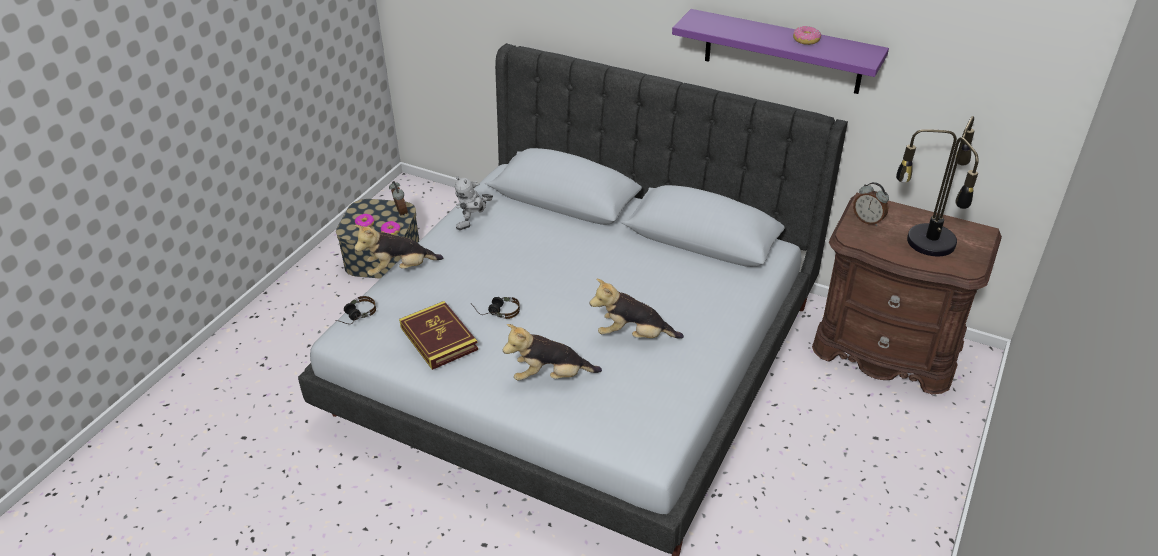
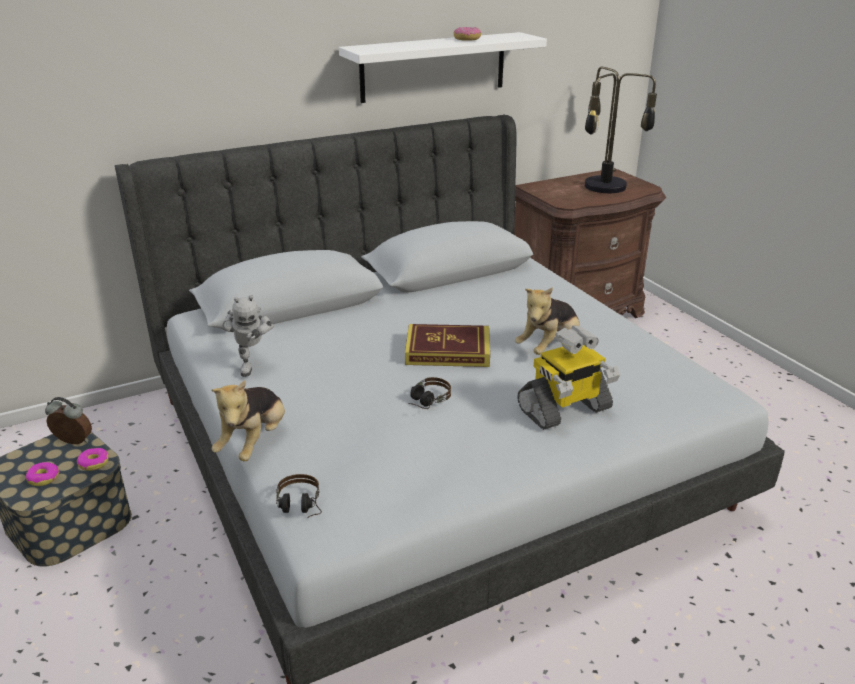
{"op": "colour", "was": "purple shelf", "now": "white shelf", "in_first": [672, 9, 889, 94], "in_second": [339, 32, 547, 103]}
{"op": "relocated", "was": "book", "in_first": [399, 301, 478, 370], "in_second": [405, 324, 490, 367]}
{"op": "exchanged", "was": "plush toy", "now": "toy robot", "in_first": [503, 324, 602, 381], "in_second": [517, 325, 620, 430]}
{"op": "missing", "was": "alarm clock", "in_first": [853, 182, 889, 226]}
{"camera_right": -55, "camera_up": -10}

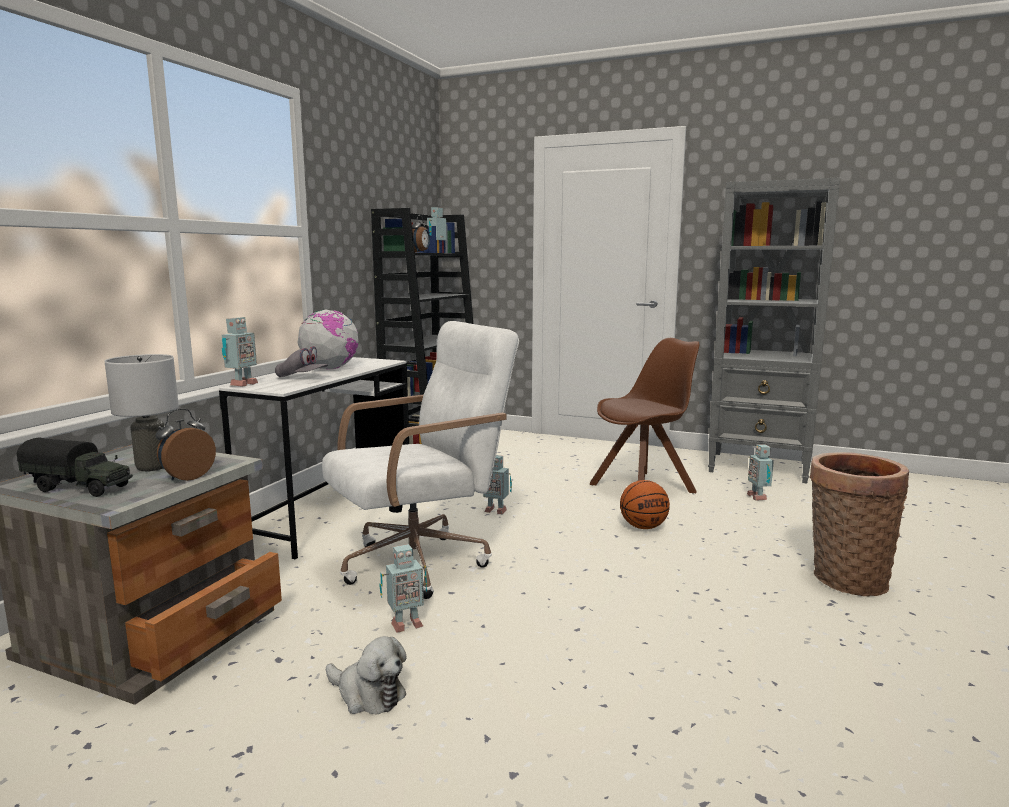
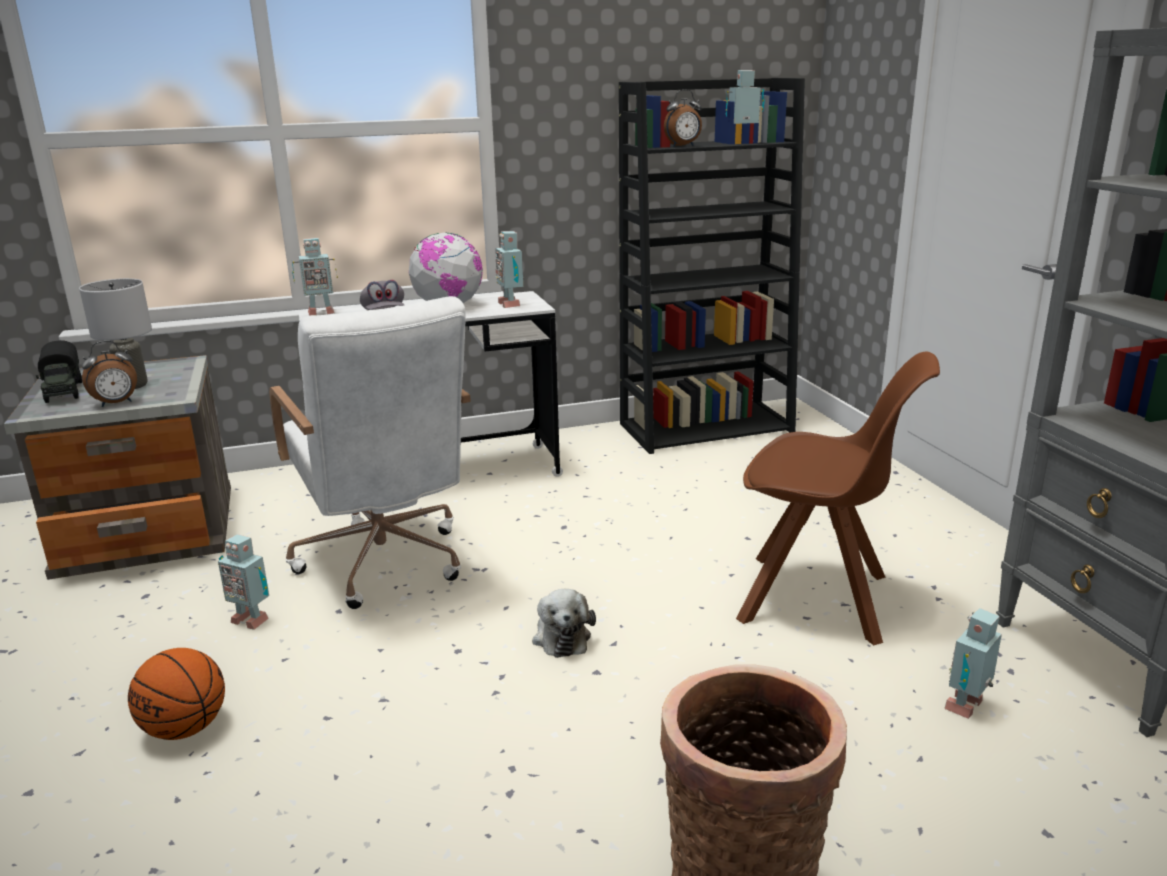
{"op": "spun", "was": "alarm clock", "in_first": [156, 409, 216, 481], "in_second": [82, 341, 137, 407], "clockwise": 150}
{"op": "relocated", "was": "basketball", "in_first": [620, 480, 670, 529], "in_second": [128, 648, 225, 740]}
{"op": "spun", "was": "white office chair", "in_first": [322, 321, 519, 599], "in_second": [269, 296, 471, 609], "clockwise": 45}
{"op": "relocated", "was": "toy robot", "in_first": [483, 455, 512, 514], "in_second": [495, 231, 524, 308]}
{"op": "relocated", "was": "plush toy", "in_first": [326, 636, 407, 715], "in_second": [532, 589, 596, 658]}
{"camera_right": 50, "camera_up": 10}

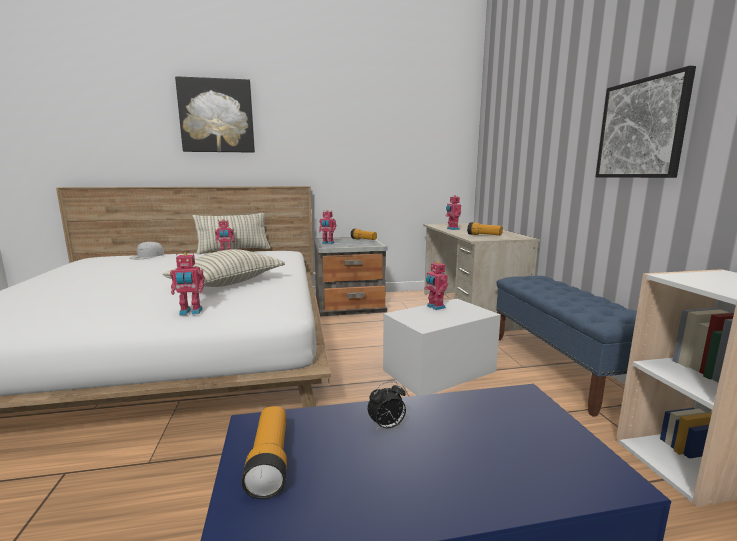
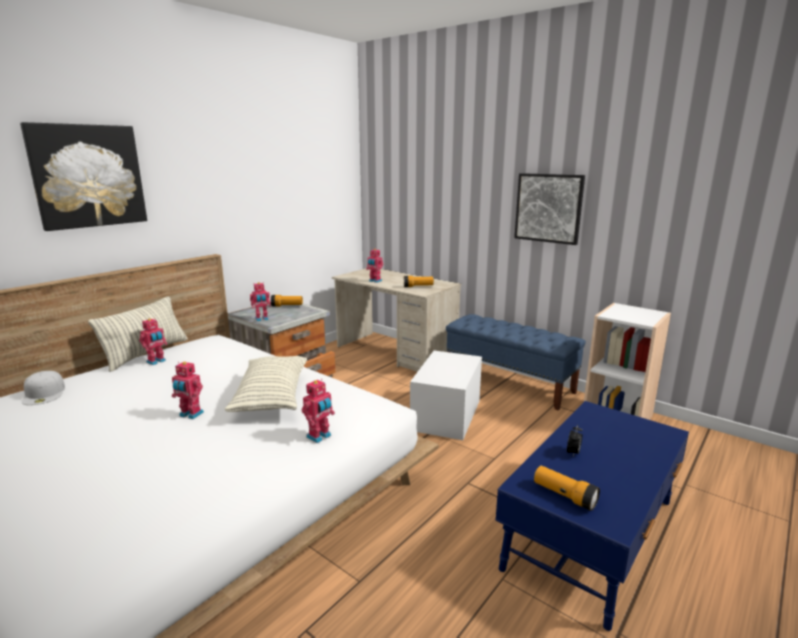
{"op": "relocated", "was": "toy robot", "in_first": [424, 261, 448, 310], "in_second": [172, 361, 204, 419]}
{"camera_right": -40, "camera_up": 5}

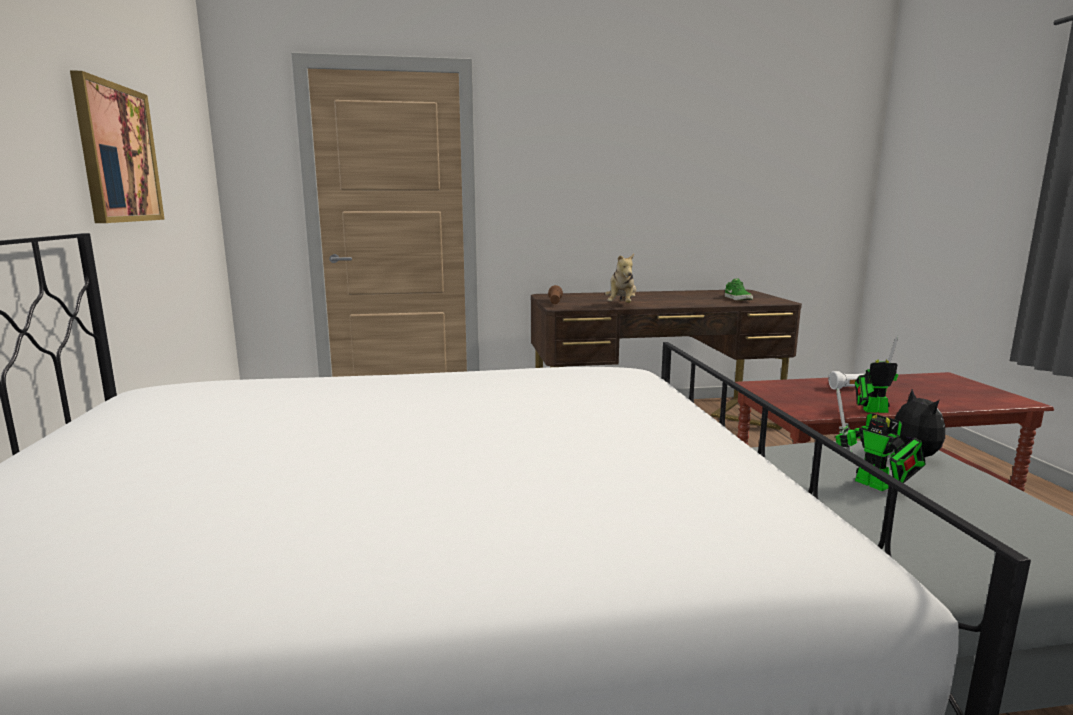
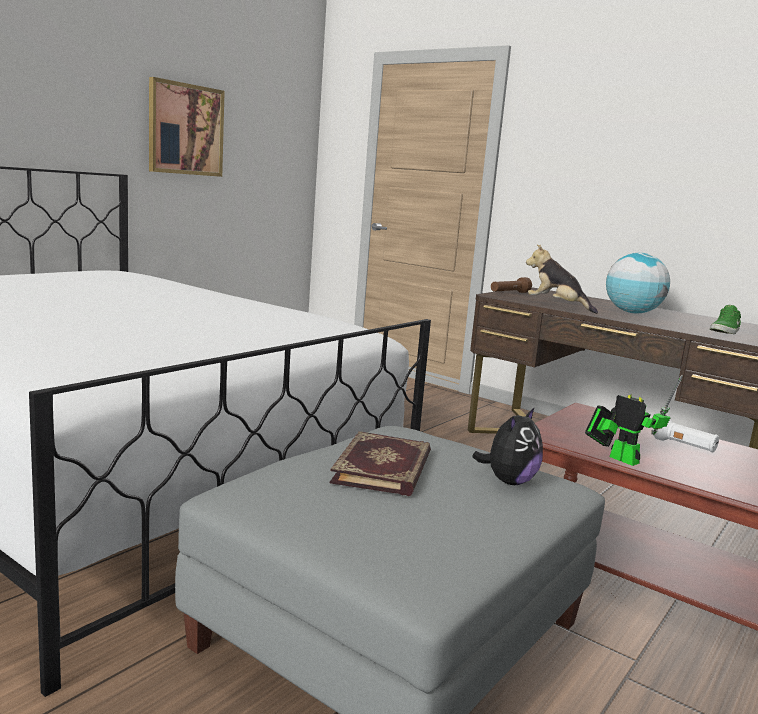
{"op": "exchanged", "was": "toy robot", "now": "book", "in_first": [835, 387, 926, 491], "in_second": [330, 431, 431, 496]}
{"op": "spun", "was": "plush toy", "in_first": [605, 254, 636, 303], "in_second": [526, 244, 598, 314], "clockwise": 75}
{"op": "appeared", "now": "globe", "in_second": [606, 253, 670, 314]}
{"camera_right": 45, "camera_up": 0}

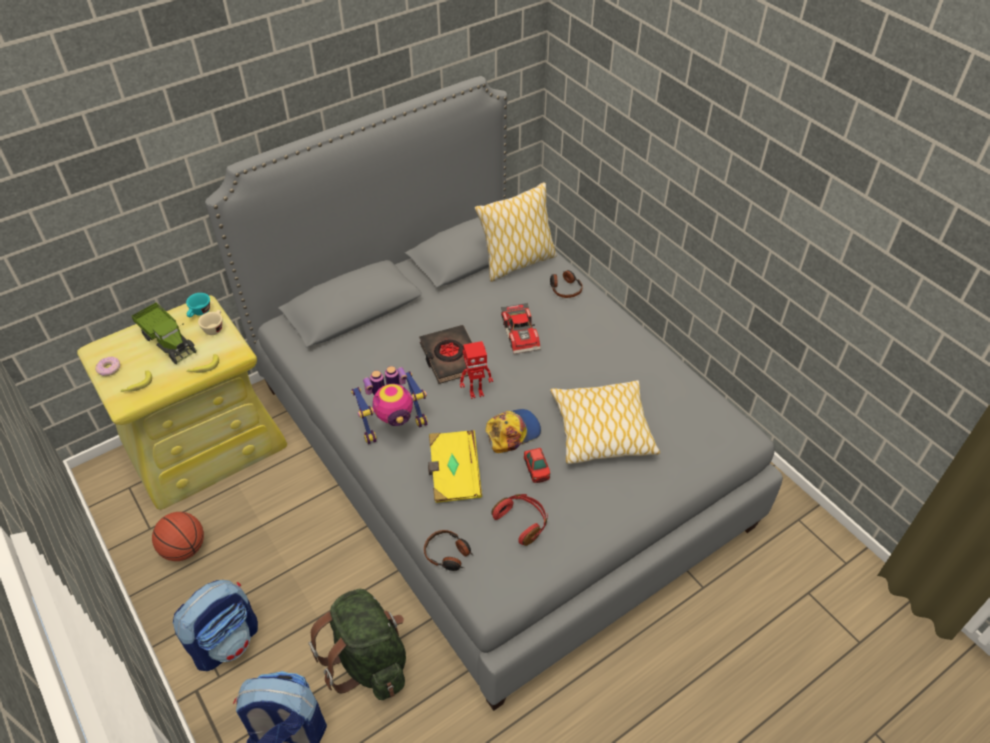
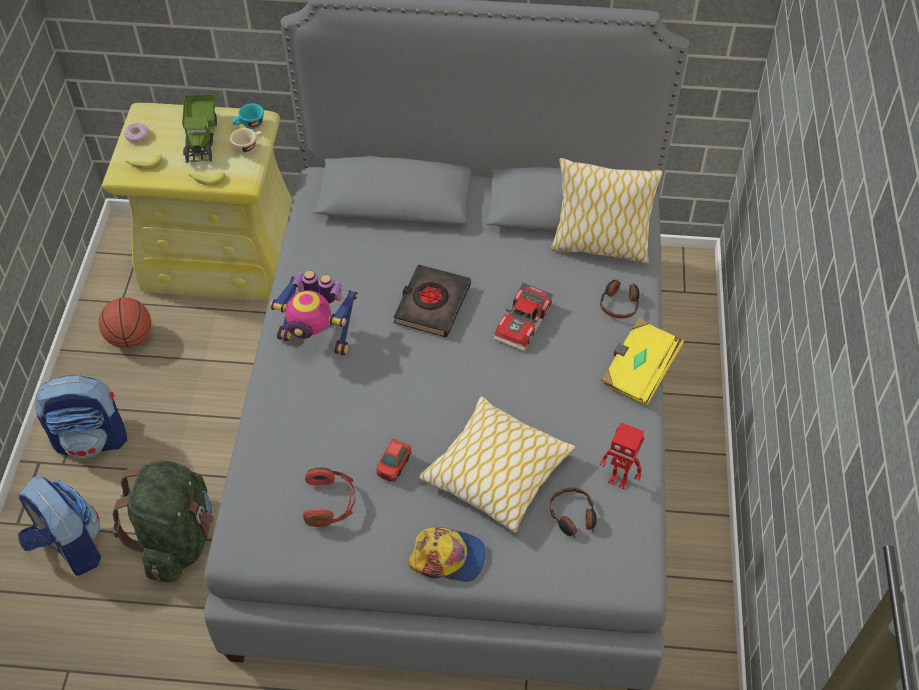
{"op": "relocated", "was": "cap", "in_first": [485, 409, 541, 453], "in_second": [408, 527, 486, 582]}
{"op": "relocated", "was": "headphones", "in_first": [424, 530, 473, 571], "in_second": [549, 487, 597, 538]}
{"op": "relocated", "was": "toy robot", "in_first": [460, 341, 493, 399], "in_second": [600, 422, 644, 489]}
{"op": "relocated", "was": "yellow book", "in_first": [428, 430, 482, 503], "in_second": [601, 318, 684, 406]}
{"camera_right": 40, "camera_up": 5}

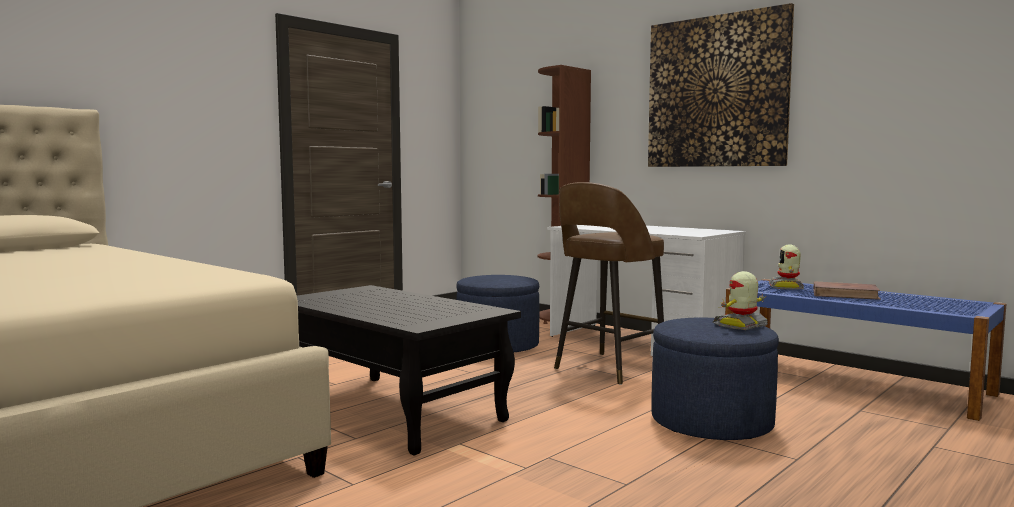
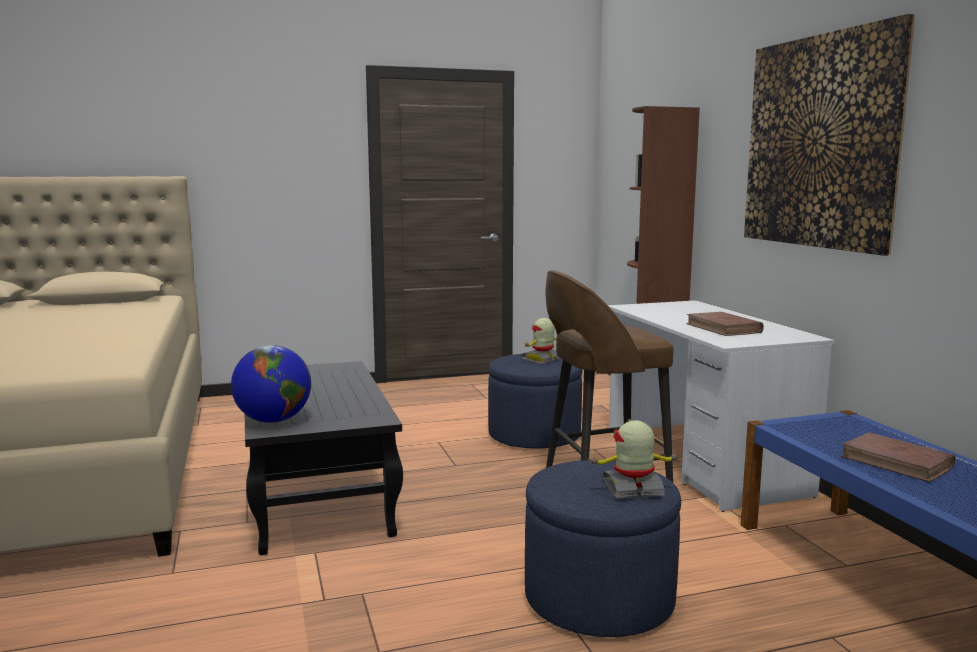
{"op": "appeared", "now": "globe", "in_second": [231, 345, 311, 423]}
{"op": "relocated", "was": "toy robot", "in_first": [769, 245, 804, 290], "in_second": [521, 318, 561, 364]}
{"op": "appeared", "now": "brown book", "in_second": [686, 312, 764, 336]}
{"camera_right": 30, "camera_up": 5}

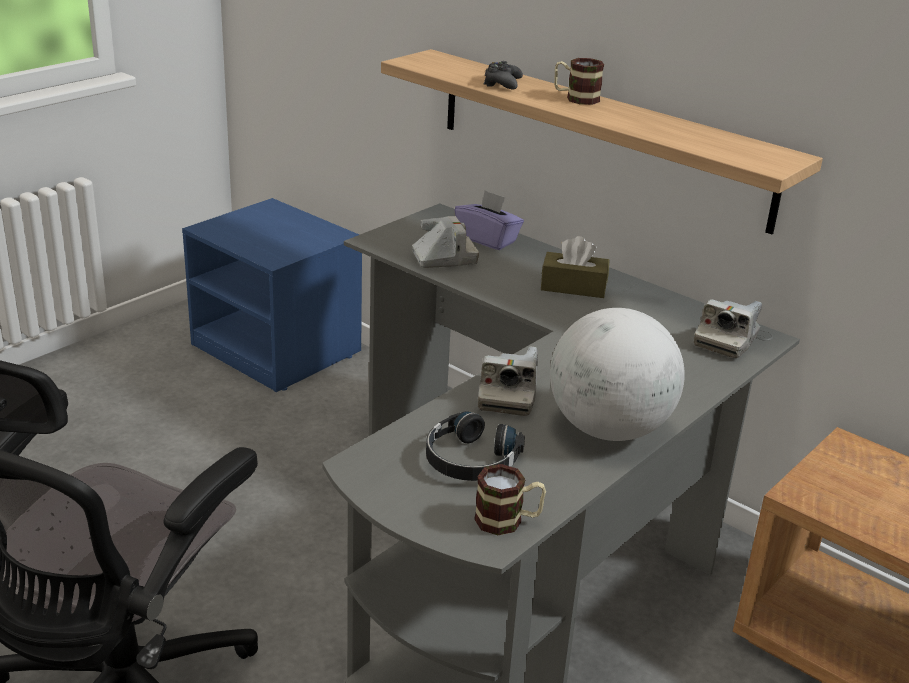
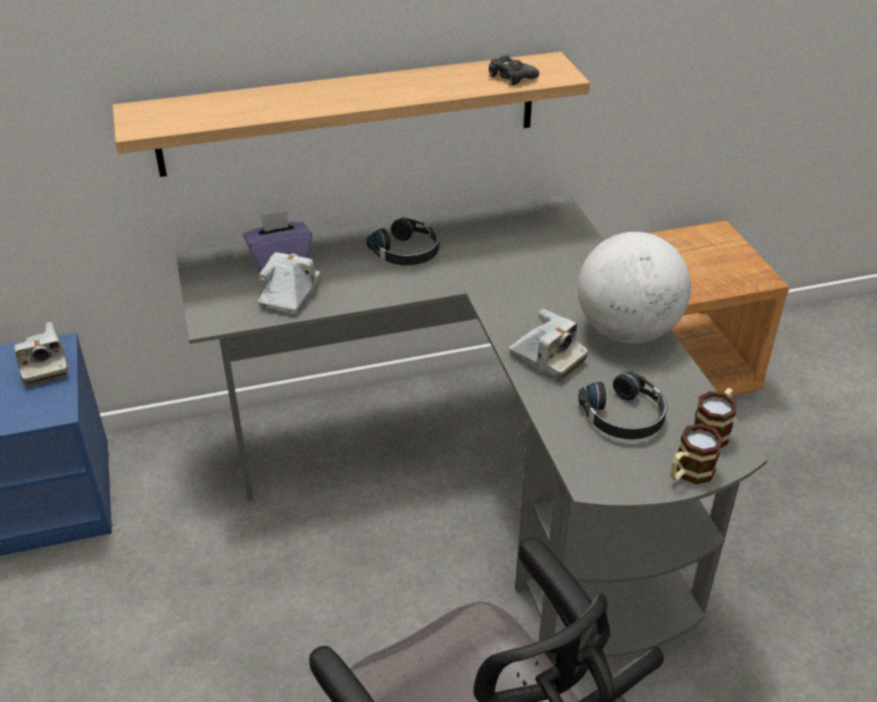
{"op": "relocated", "was": "photo camera", "in_first": [694, 299, 762, 358], "in_second": [14, 322, 68, 387]}
{"op": "exchanged", "was": "brown tissue box", "now": "black headphones", "in_first": [541, 236, 609, 298], "in_second": [367, 218, 439, 265]}
{"op": "relocated", "was": "black game controller", "in_first": [483, 61, 523, 90], "in_second": [489, 55, 539, 85]}
{"op": "relocated", "was": "mug", "in_first": [554, 58, 604, 105], "in_second": [670, 423, 723, 484]}
{"camera_right": -55, "camera_up": 10}

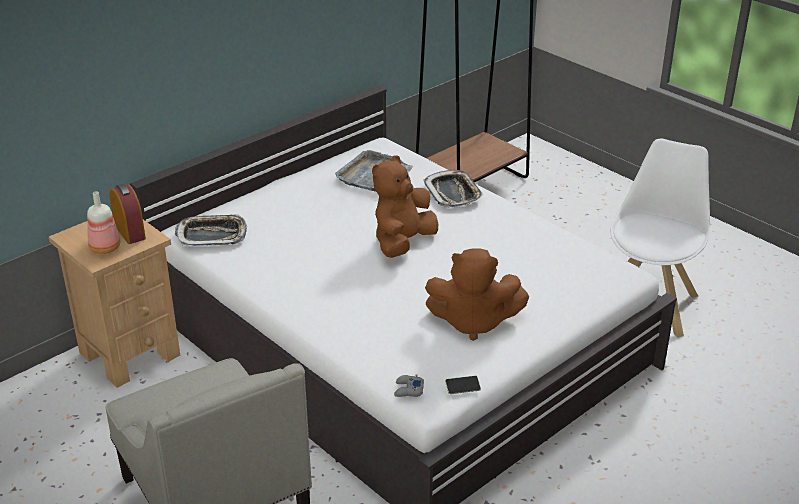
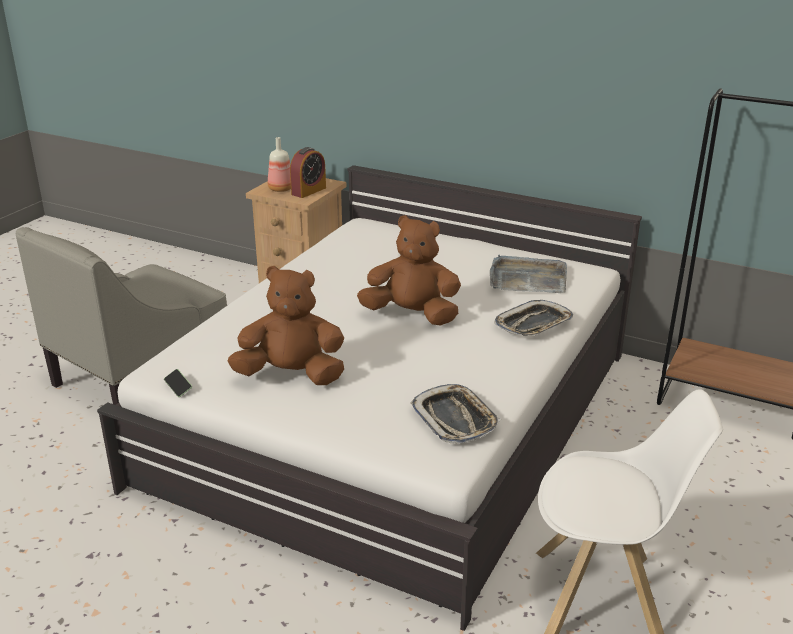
{"op": "spun", "was": "brown plush toy", "in_first": [425, 248, 529, 341], "in_second": [228, 266, 344, 385], "clockwise": 105}
{"op": "relocated", "was": "tray", "in_first": [175, 214, 247, 246], "in_second": [411, 384, 501, 444]}
{"op": "missing", "was": "grey game controller", "in_first": [394, 374, 424, 397]}
{"camera_right": 70, "camera_up": -5}

